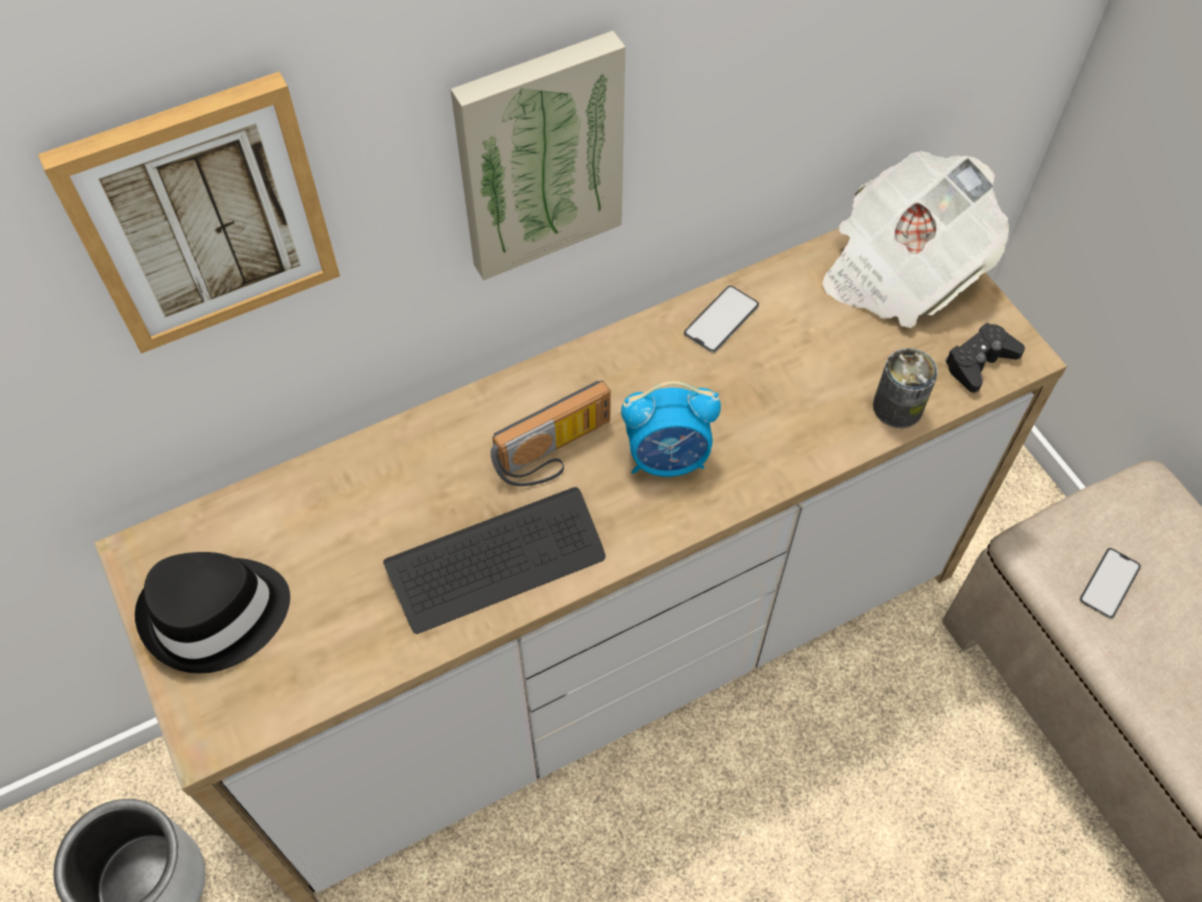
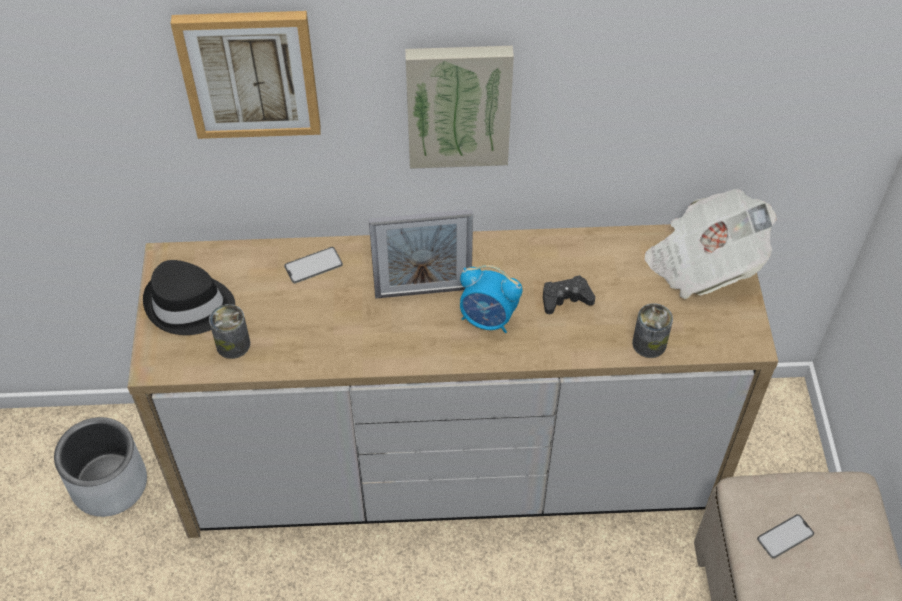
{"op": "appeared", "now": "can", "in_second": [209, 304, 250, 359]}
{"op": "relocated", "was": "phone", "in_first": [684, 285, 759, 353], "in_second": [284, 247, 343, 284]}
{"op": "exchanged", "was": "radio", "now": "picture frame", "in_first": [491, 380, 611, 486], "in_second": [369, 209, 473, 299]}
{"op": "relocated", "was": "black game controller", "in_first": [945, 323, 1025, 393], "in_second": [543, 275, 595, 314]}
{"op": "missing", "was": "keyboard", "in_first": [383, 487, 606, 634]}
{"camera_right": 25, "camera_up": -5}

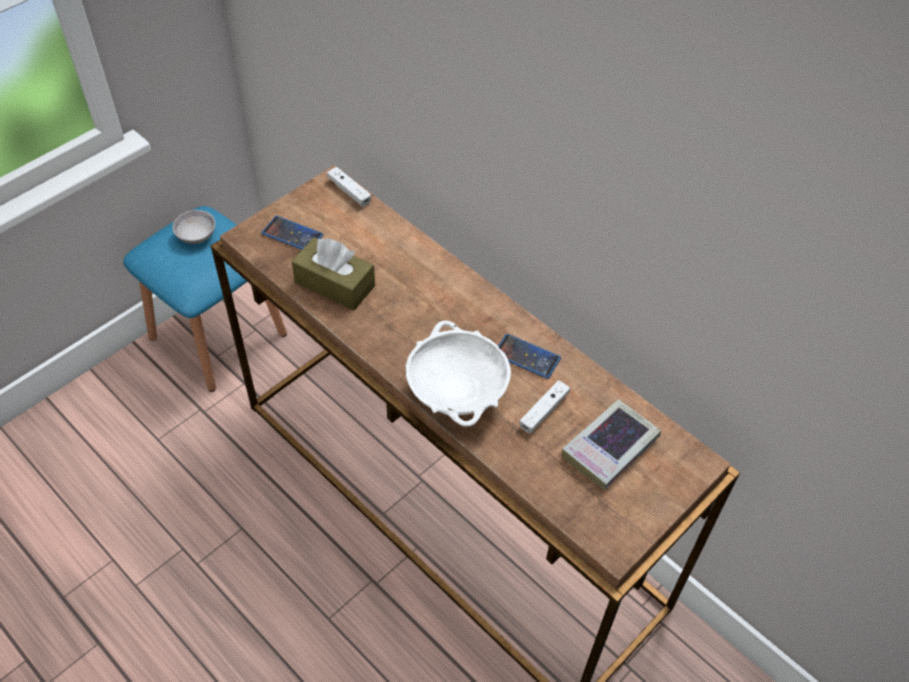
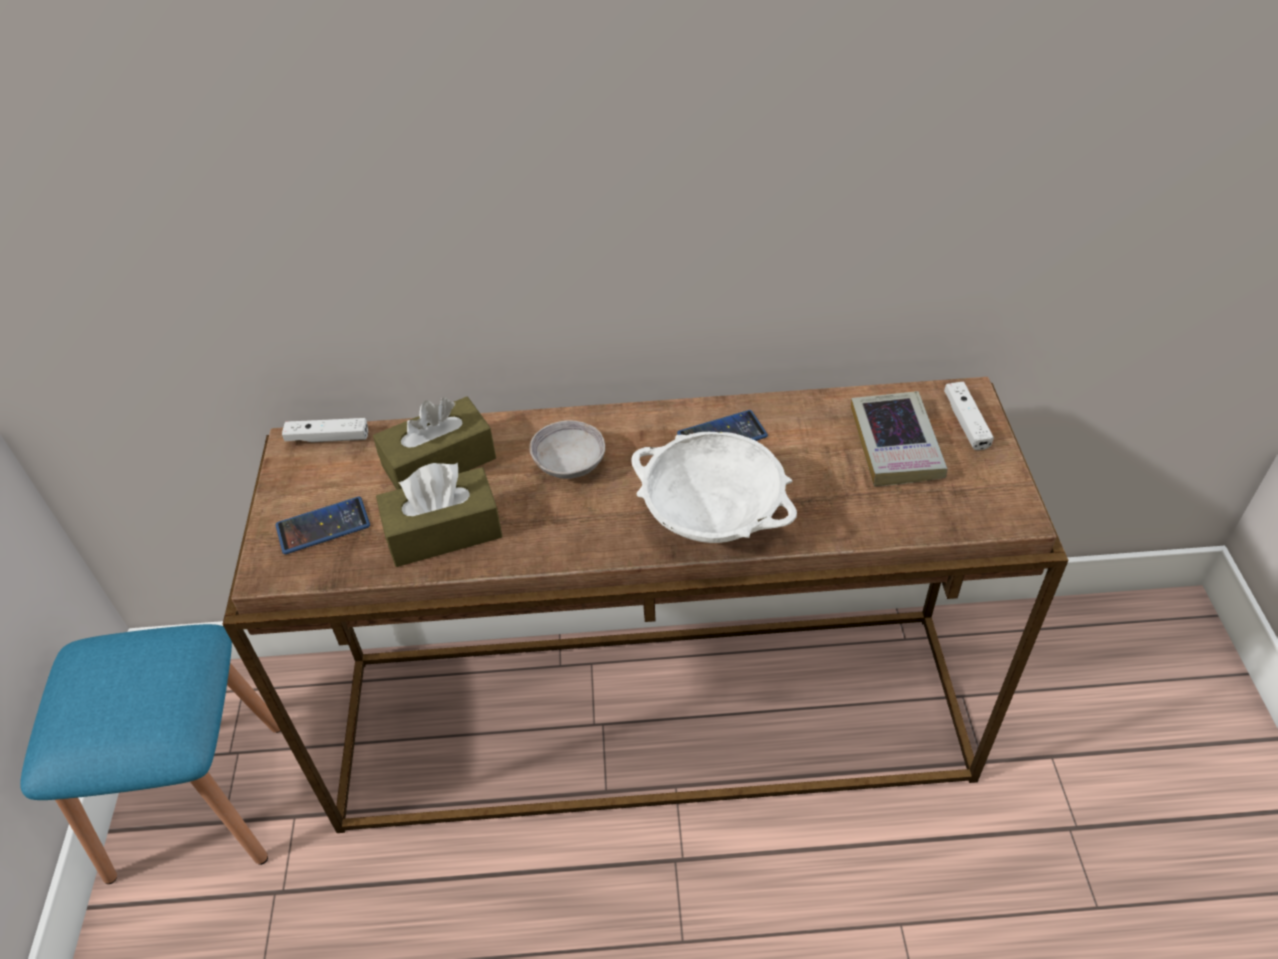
{"op": "appeared", "now": "brown tissue box", "in_second": [373, 396, 496, 490]}
{"op": "relocated", "was": "grey bowl", "in_first": [173, 210, 215, 244], "in_second": [529, 420, 605, 479]}
{"op": "relocated", "was": "white game controller", "in_first": [519, 380, 570, 434], "in_second": [944, 382, 994, 450]}
{"camera_right": -45, "camera_up": -5}

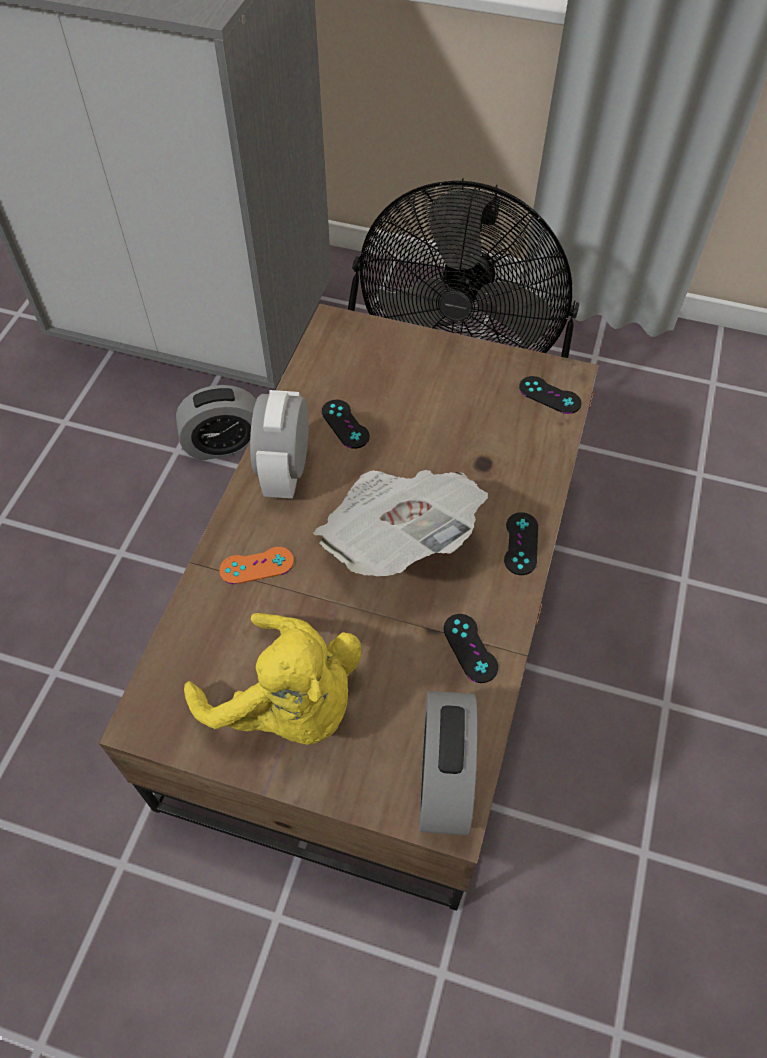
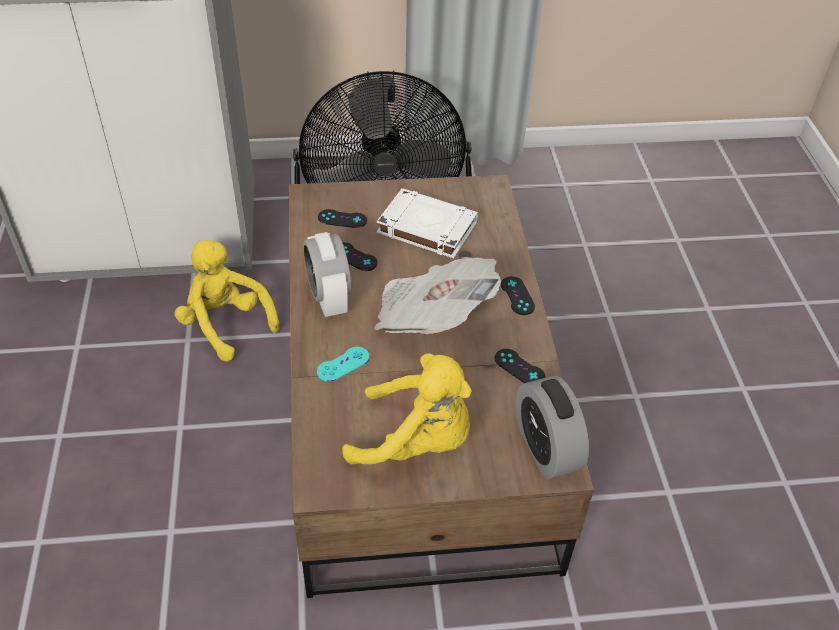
{"op": "exchanged", "was": "alarm clock", "now": "yellow plush toy", "in_first": [176, 385, 256, 461], "in_second": [175, 240, 279, 362]}
{"op": "colour", "was": "orange game controller", "now": "turquoise game controller", "in_first": [219, 547, 294, 584], "in_second": [317, 347, 369, 382]}
{"op": "relocated", "was": "black game controller", "in_first": [519, 376, 582, 414], "in_second": [318, 209, 367, 228]}
{"op": "appeared", "now": "white book", "in_second": [377, 188, 479, 258]}
{"camera_right": -25, "camera_up": -10}

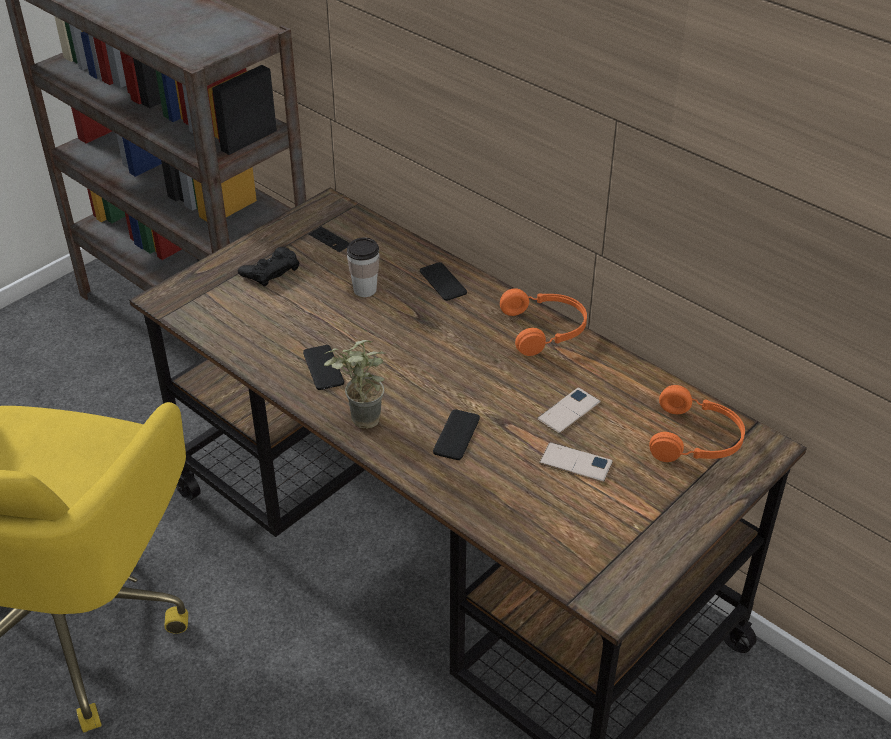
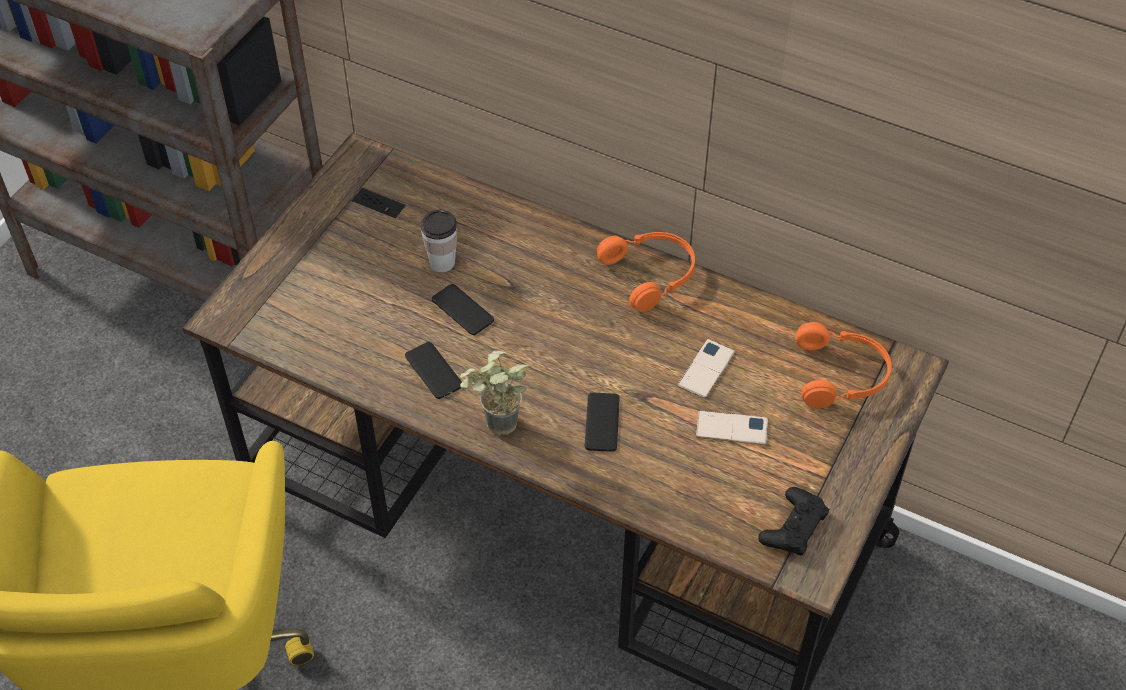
{"op": "relocated", "was": "phone", "in_first": [420, 262, 467, 301], "in_second": [432, 284, 494, 335]}
{"op": "relocated", "was": "black game controller", "in_first": [238, 247, 299, 286], "in_second": [758, 487, 830, 556]}
{"camera_right": -15, "camera_up": 10}

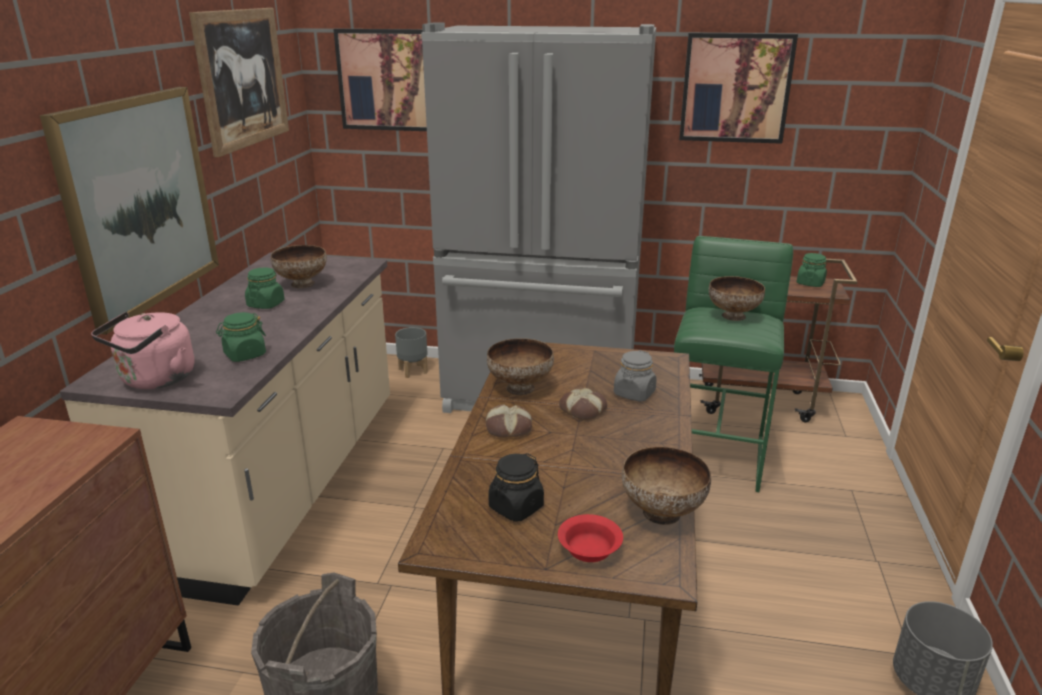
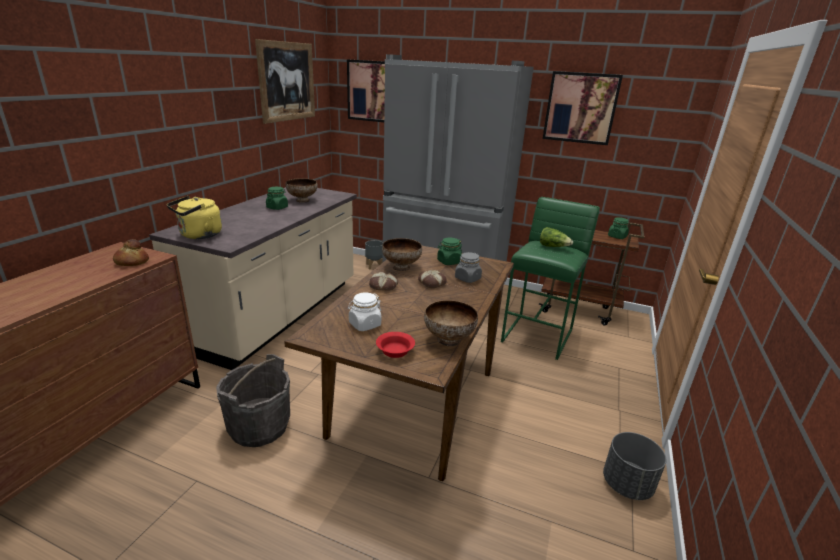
{"op": "appeared", "now": "bread", "in_second": [113, 239, 149, 266]}
{"op": "colour", "was": "pink kettle", "now": "yellow kettle", "in_first": [91, 312, 194, 389], "in_second": [167, 196, 222, 239]}
{"op": "colour", "was": "black jar", "now": "white jar", "in_first": [488, 453, 544, 522], "in_second": [348, 292, 381, 331]}
{"op": "relocated", "was": "green jar", "in_first": [216, 312, 266, 362], "in_second": [437, 238, 462, 265]}
{"op": "exchanged", "was": "bowl", "now": "lettuce", "in_first": [709, 276, 765, 321], "in_second": [540, 227, 573, 247]}
{"op": "missing", "was": "picture", "in_first": [40, 87, 219, 335]}
{"camera_right": 10, "camera_up": 0}

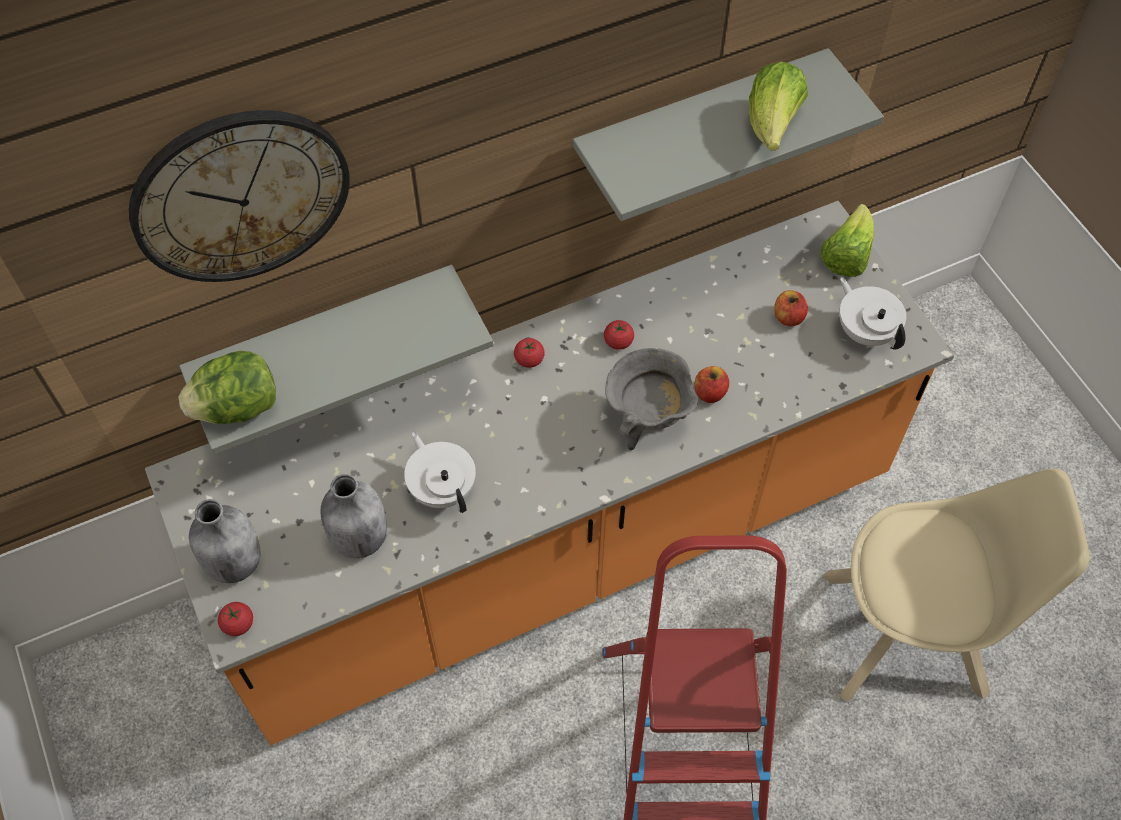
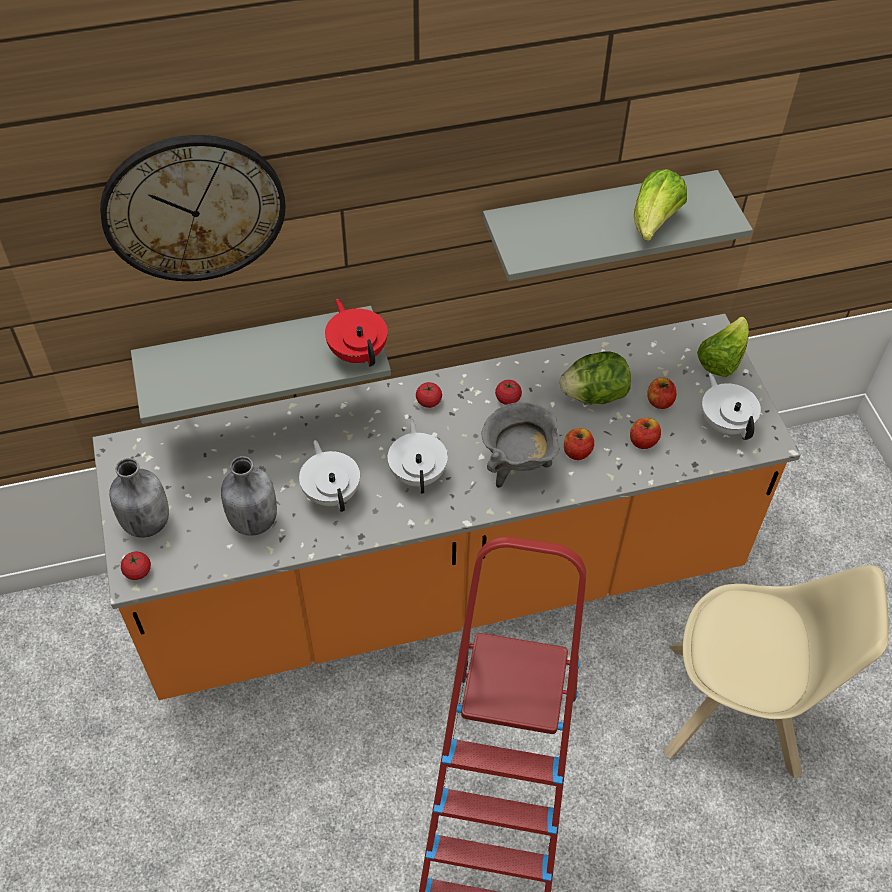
{"op": "appeared", "now": "red teapot", "in_second": [325, 299, 388, 367]}
{"op": "appeared", "now": "white teapot", "in_second": [388, 420, 448, 494]}
{"op": "relocated", "was": "lettuce", "in_first": [179, 351, 276, 424], "in_second": [560, 351, 631, 404]}
{"op": "appeared", "now": "apple", "in_second": [630, 418, 661, 449]}
{"camera_right": 10, "camera_up": -5}

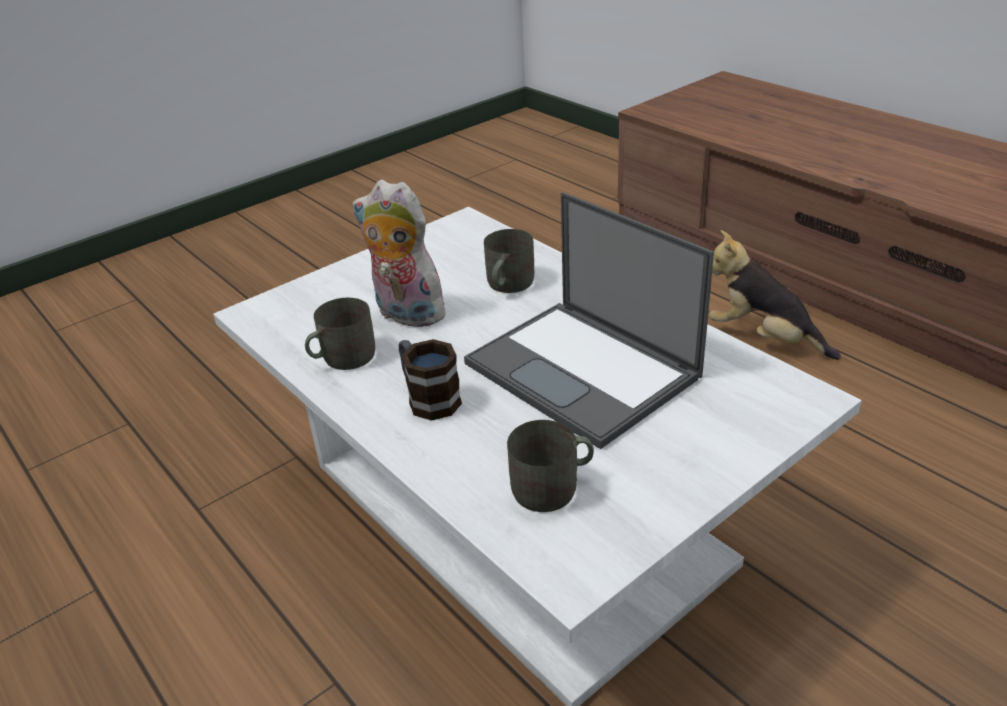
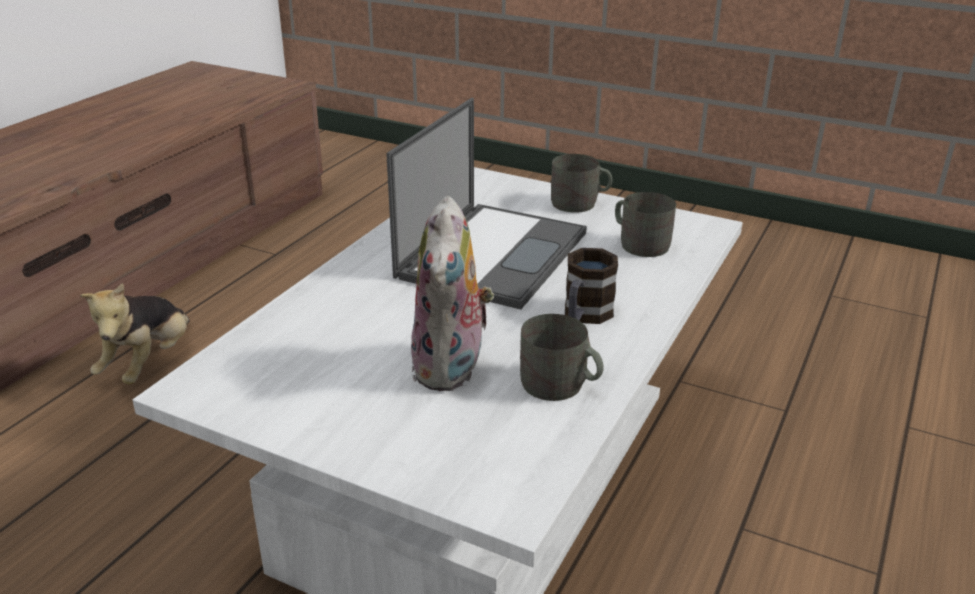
{"op": "relocated", "was": "grey mug", "in_first": [484, 229, 534, 293], "in_second": [551, 154, 612, 213]}
{"camera_right": -115, "camera_up": -5}

